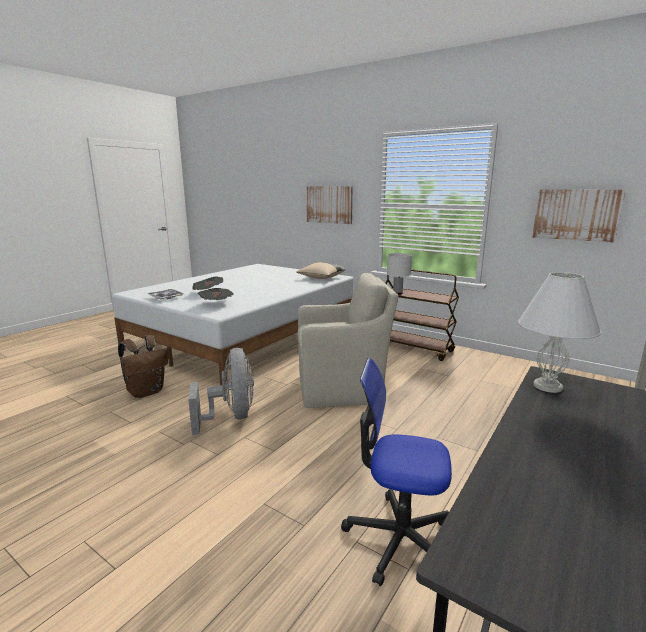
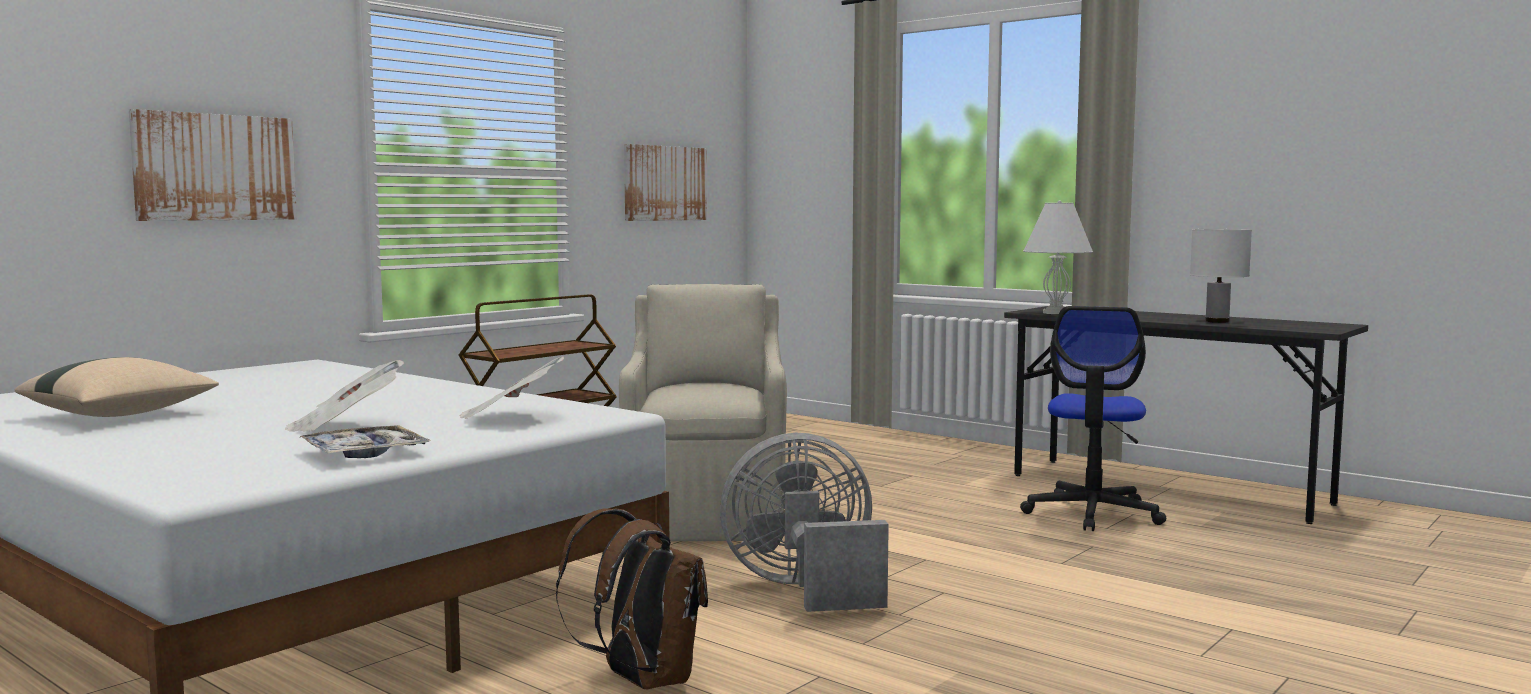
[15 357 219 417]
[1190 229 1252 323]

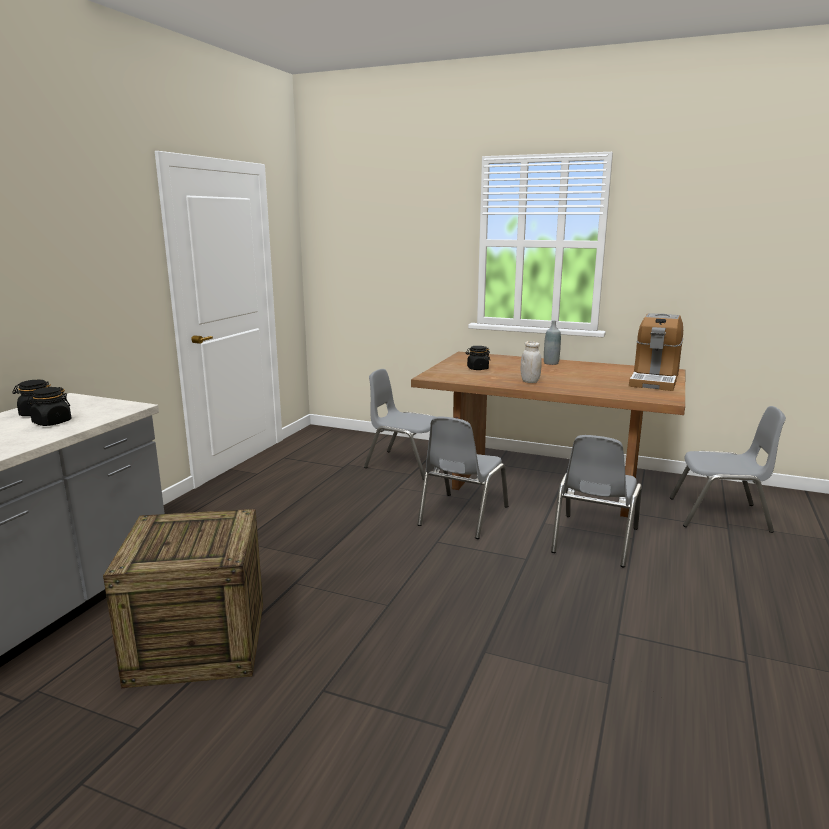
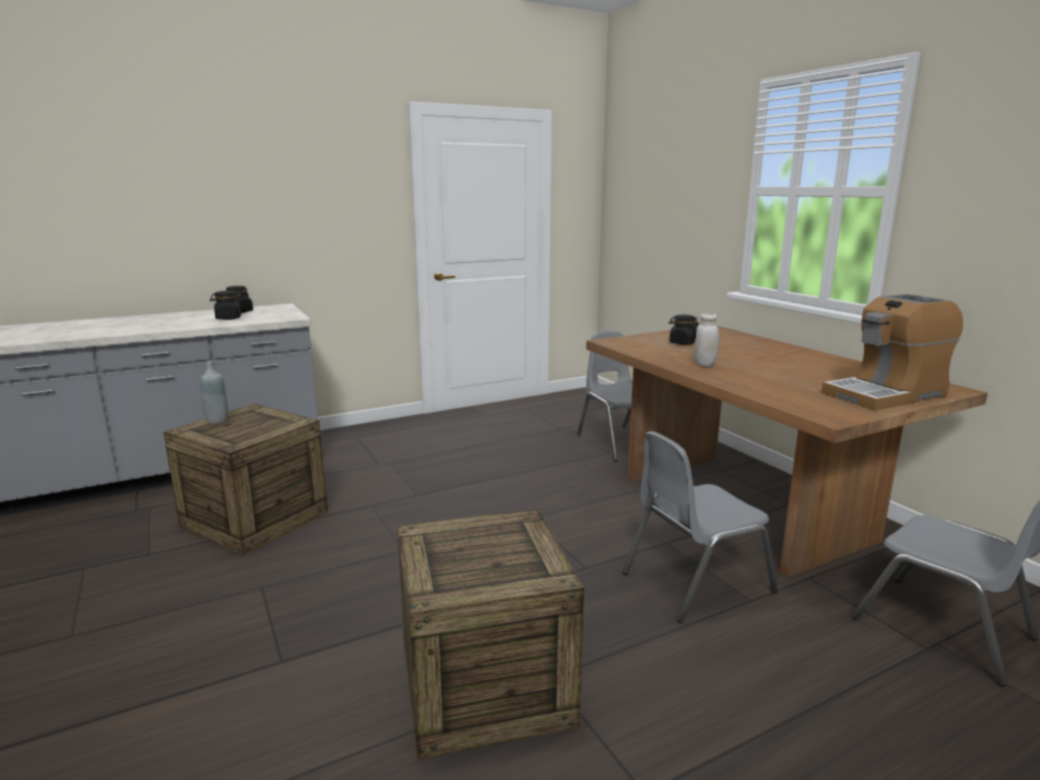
[417 416 508 539] (first image)
[200 361 229 424]
[397 509 584 759]

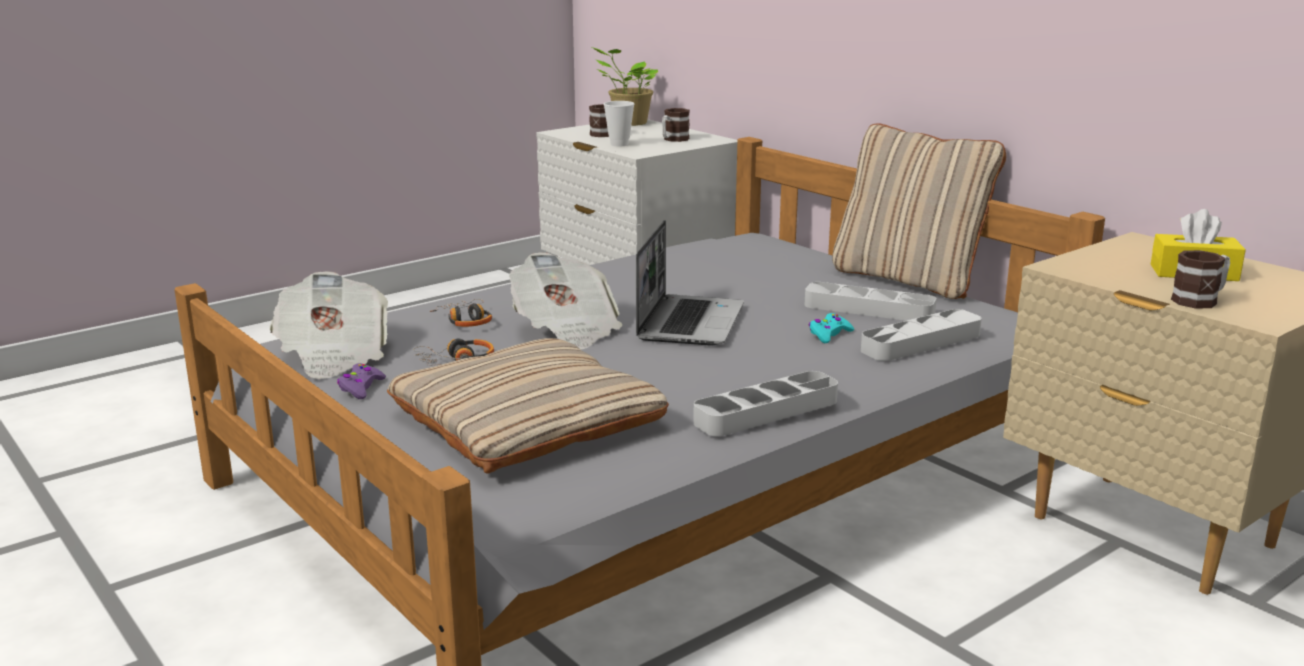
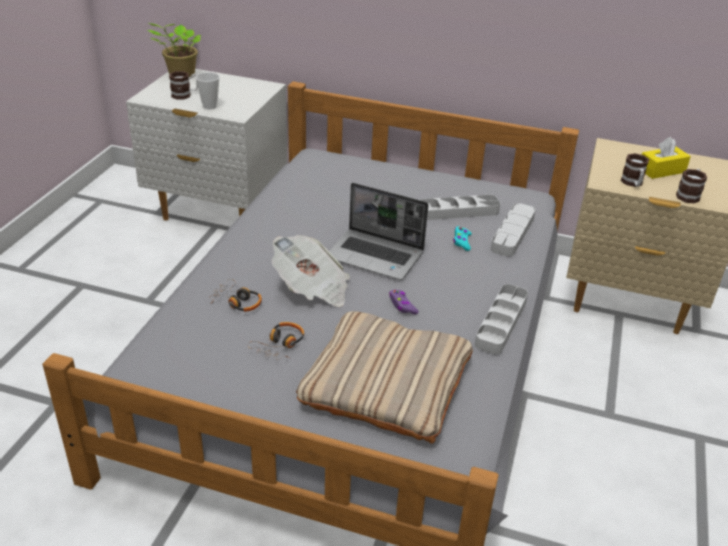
[269 271 388 379] (first image)
[389 290 419 315]
[329 183 428 280]
[620 153 649 187]
[832 123 1006 299] (first image)

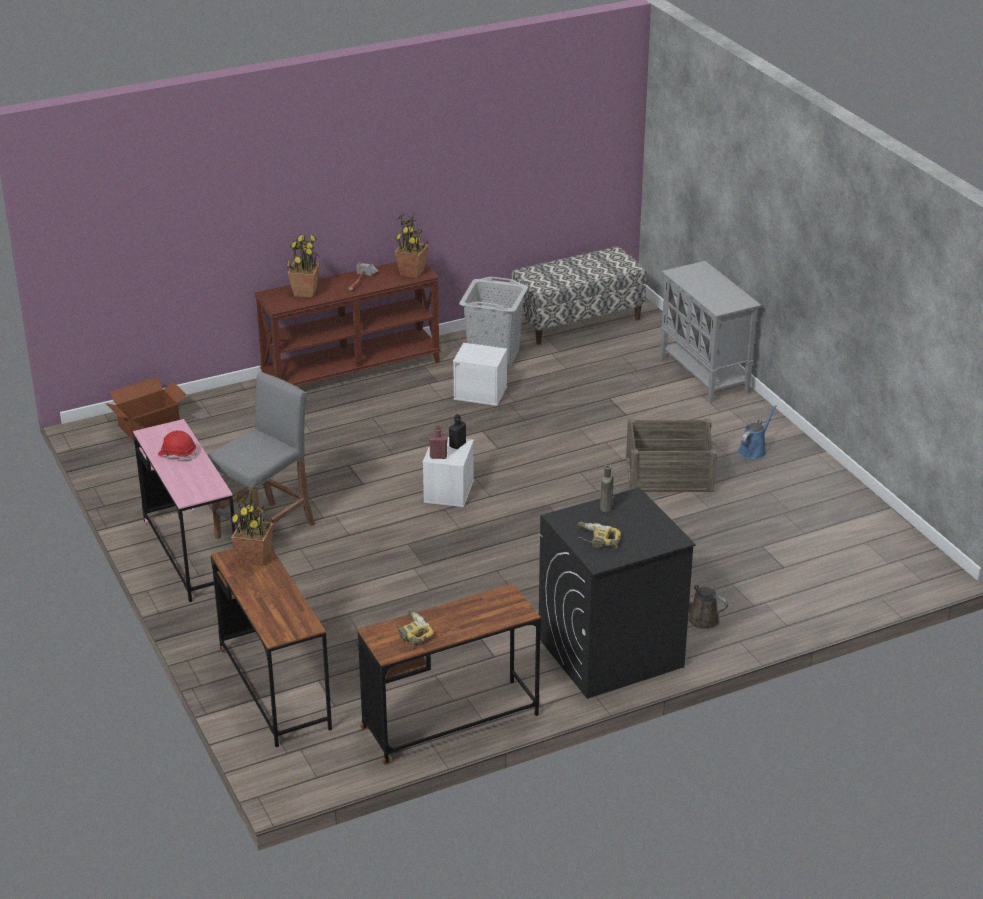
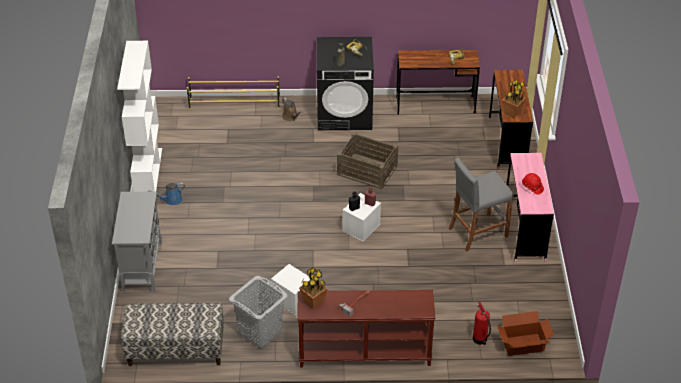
[286 234 320 298] (first image)
[337 132 398 189]
[117 41 162 192]
[187 76 280 109]
[473 301 491 345]

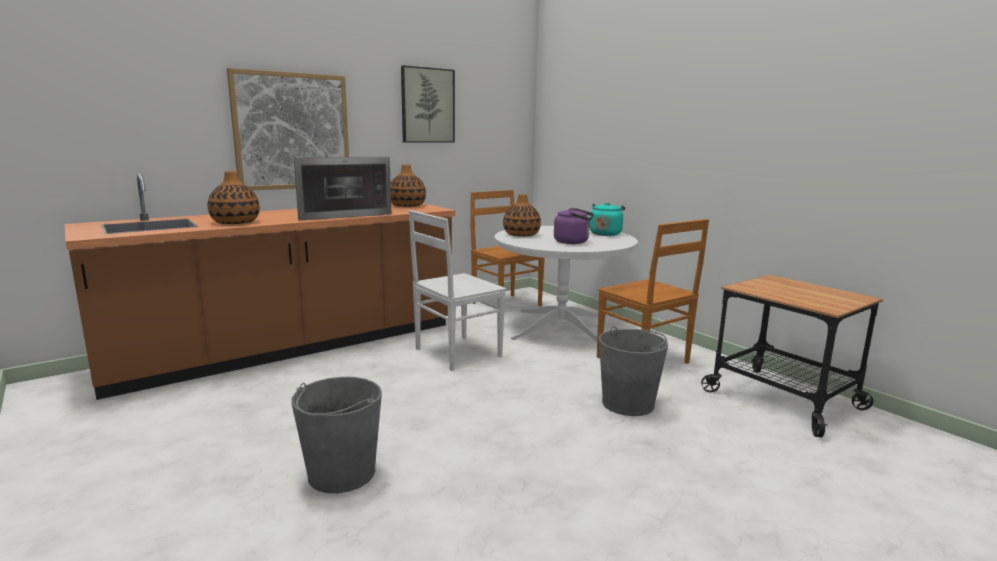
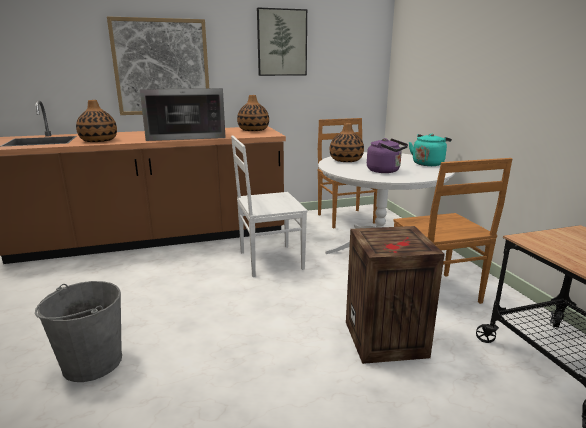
[346 226 444 364]

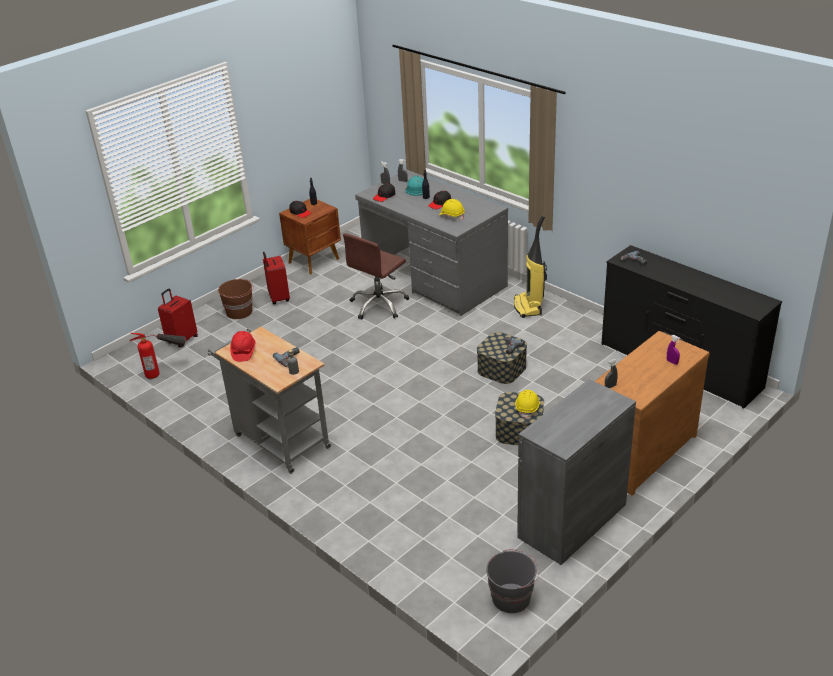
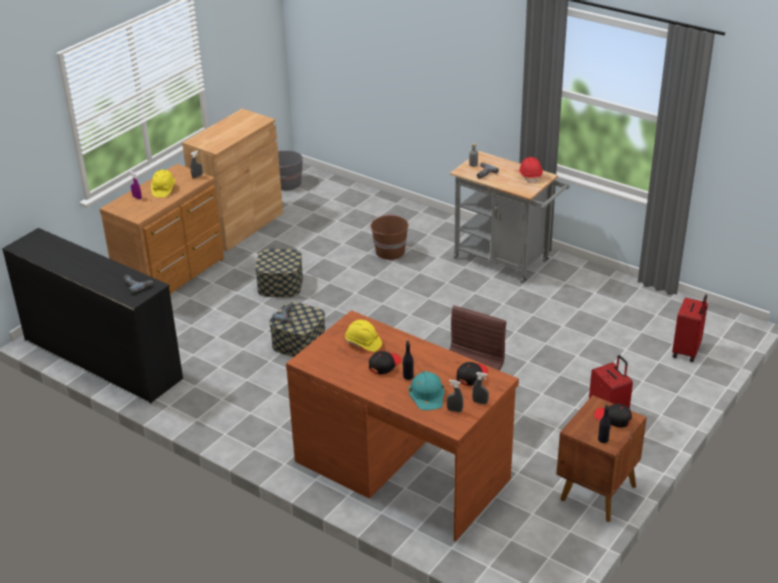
[130 333 186 379] (first image)
[369 215 408 260]
[286 310 519 541]
[514 215 547 318] (first image)
[151 170 175 197]
[182 109 283 251]

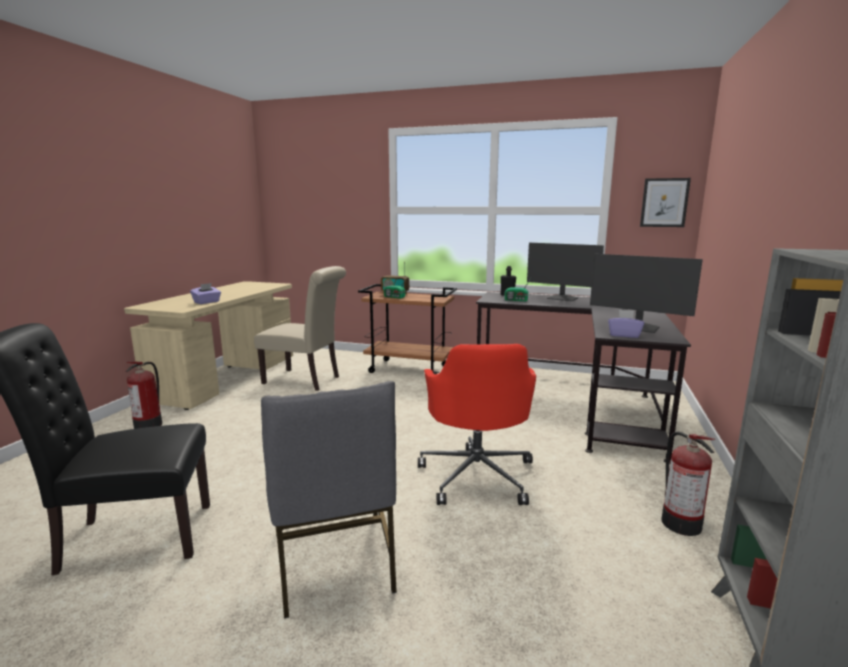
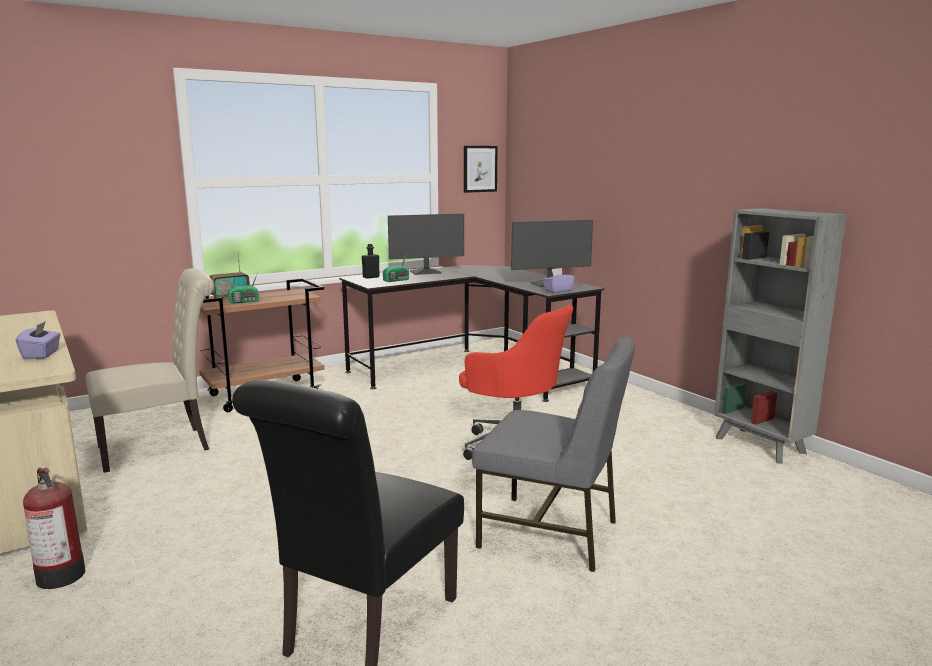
[661 432 715 536] (first image)

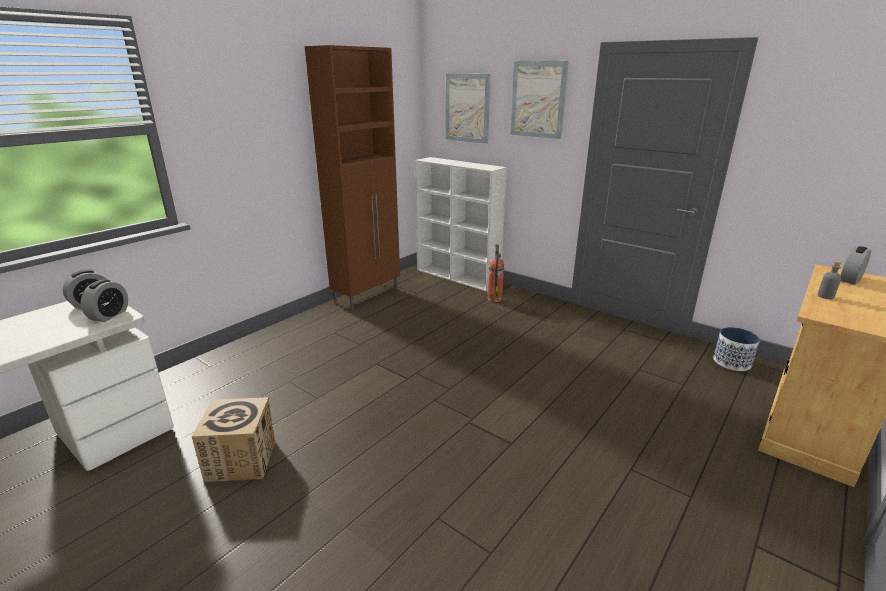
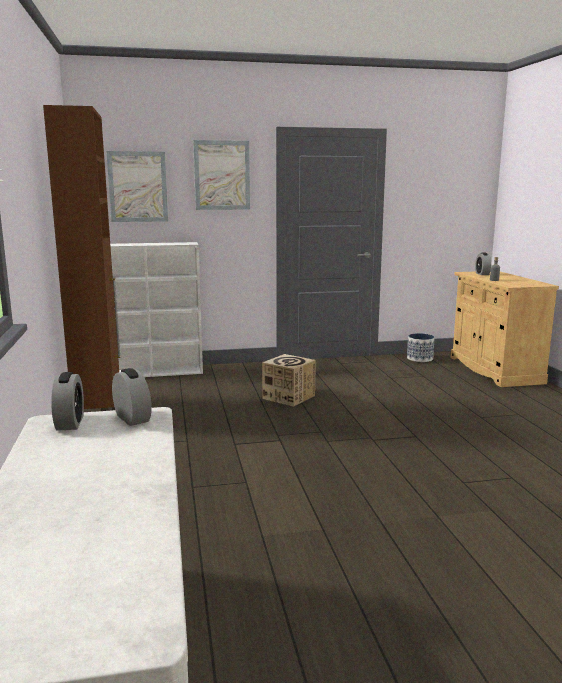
[262 354 316 407]
[488 245 504 302] (first image)

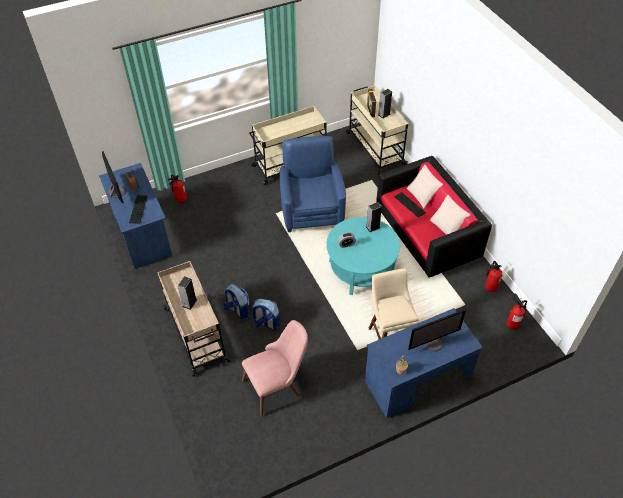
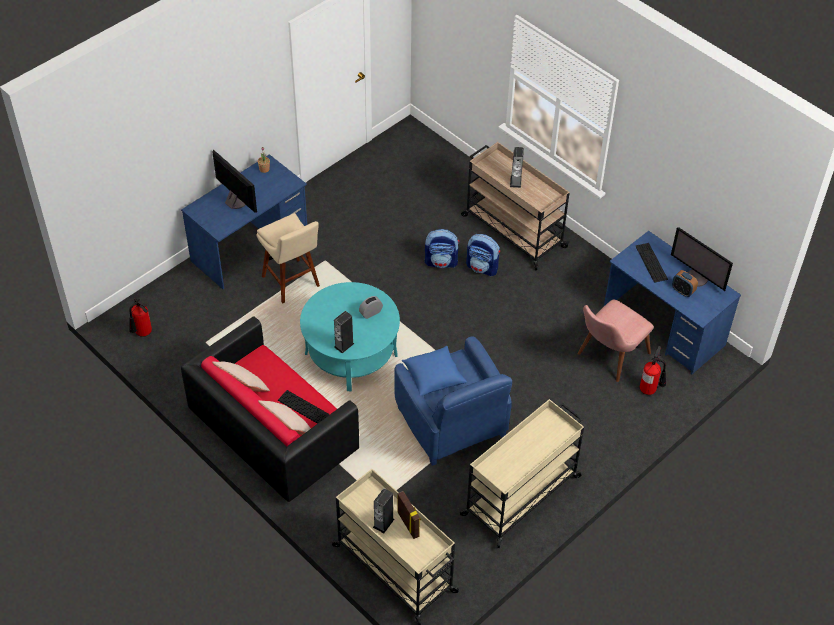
[577 299 654 382]
[213 150 257 213]
[485 261 502 292] (first image)
[402 346 467 396]

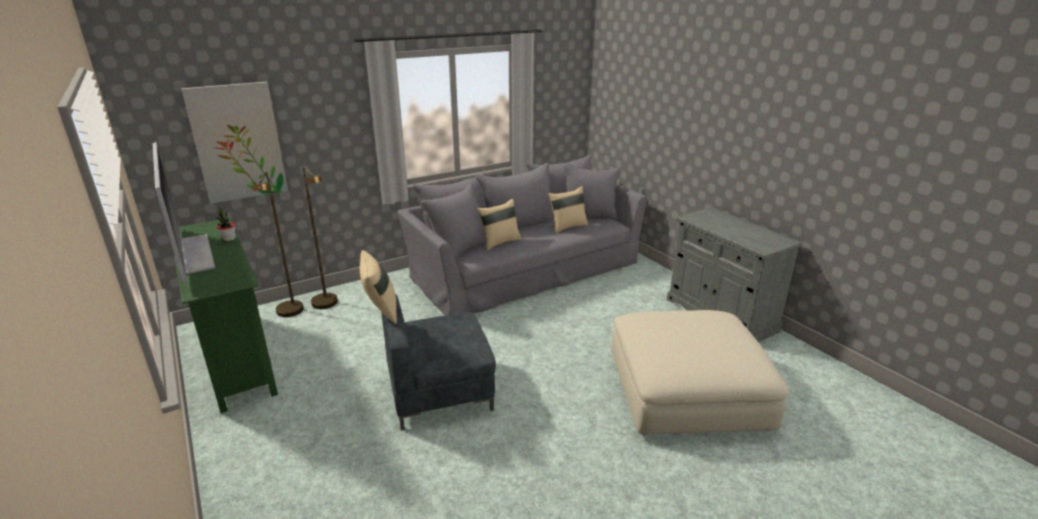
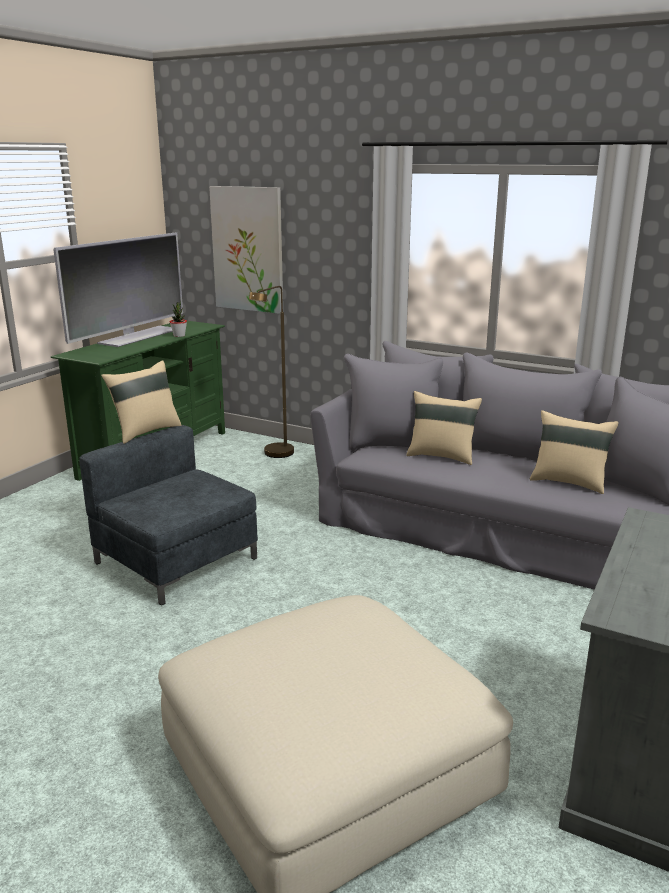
[252 172 304 317] (first image)

